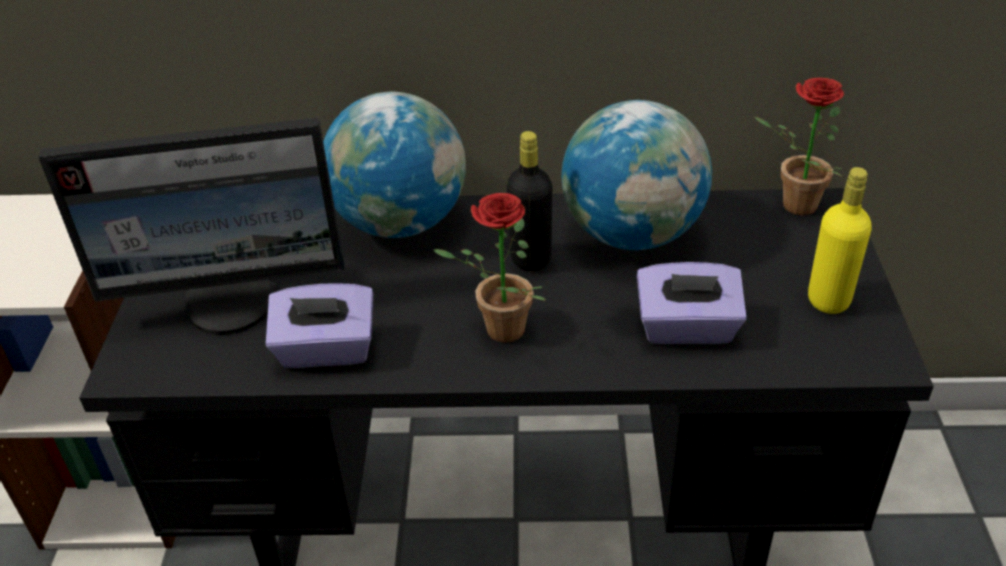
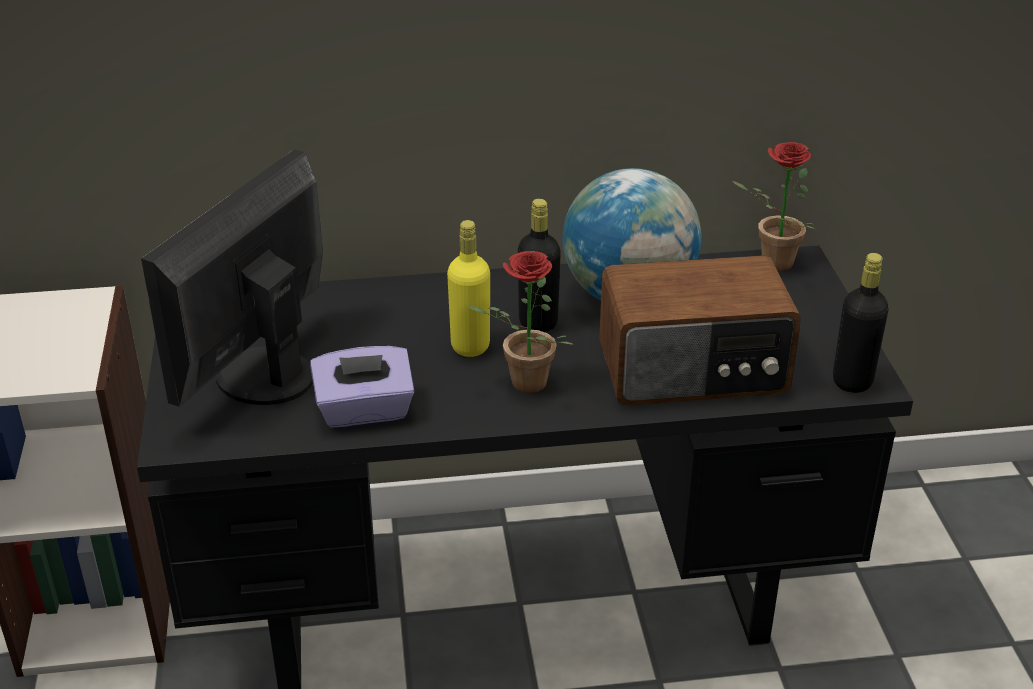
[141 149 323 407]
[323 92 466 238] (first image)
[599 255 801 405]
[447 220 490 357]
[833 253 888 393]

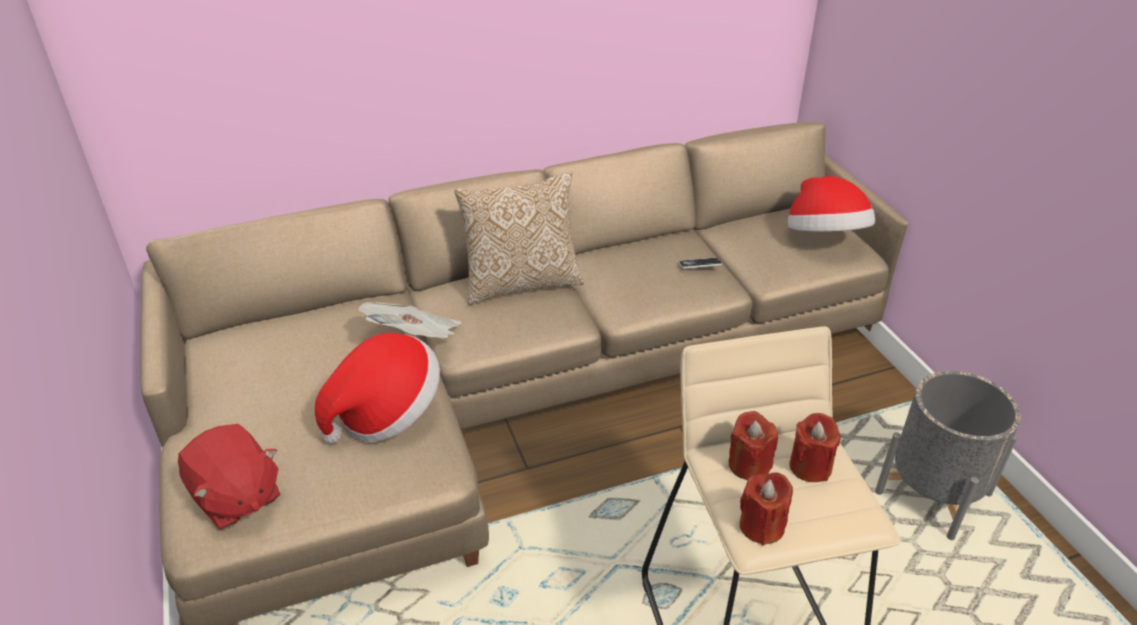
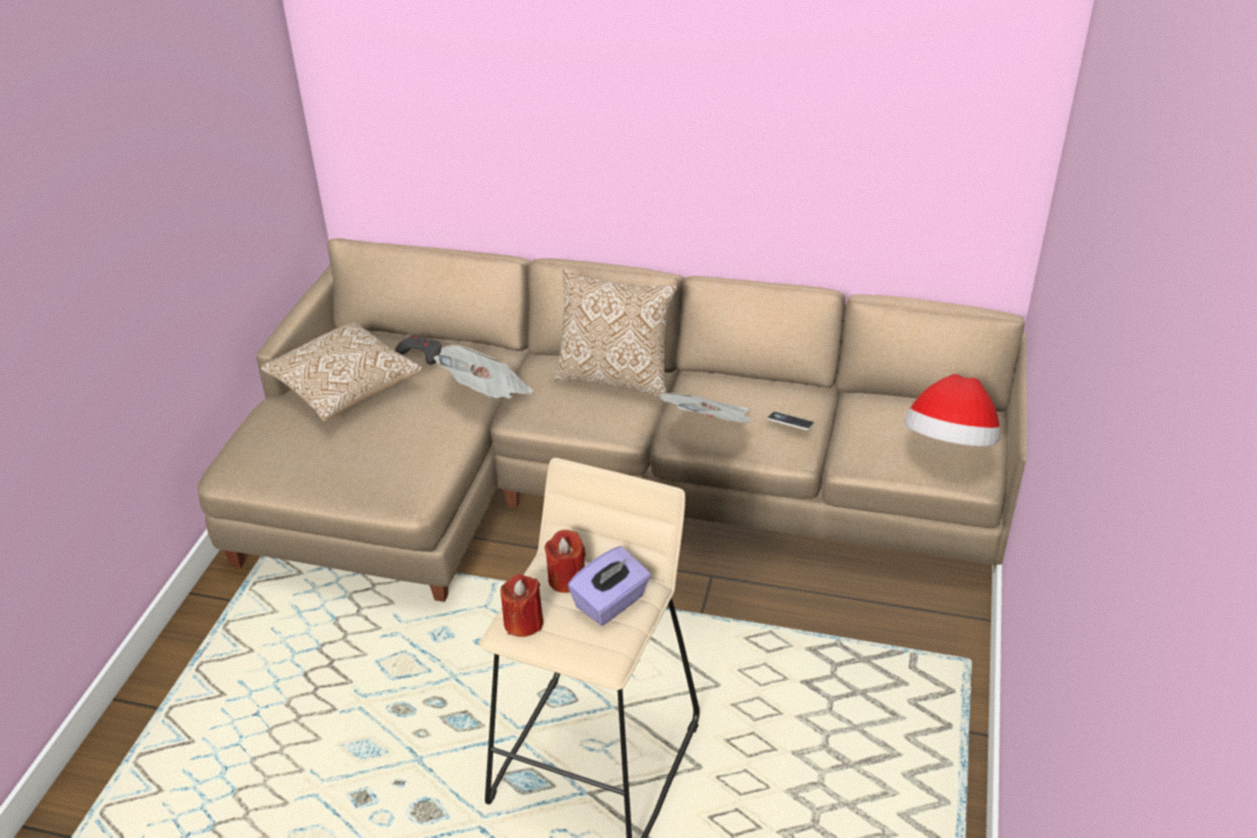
[178 424 280 530] (first image)
[315 333 440 443] (first image)
[568 546 651 625]
[875 371 1021 540] (first image)
[260 321 423 421]
[395 334 442 365]
[661 393 752 424]

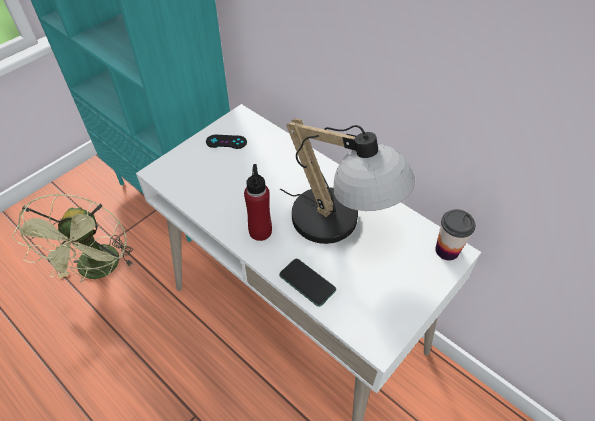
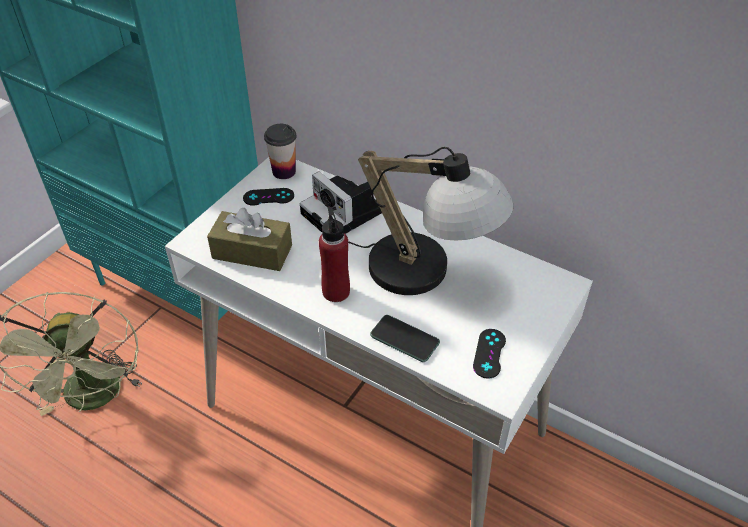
[264 124 297 179]
[207 208 292 271]
[300 171 382 234]
[473 329 506 379]

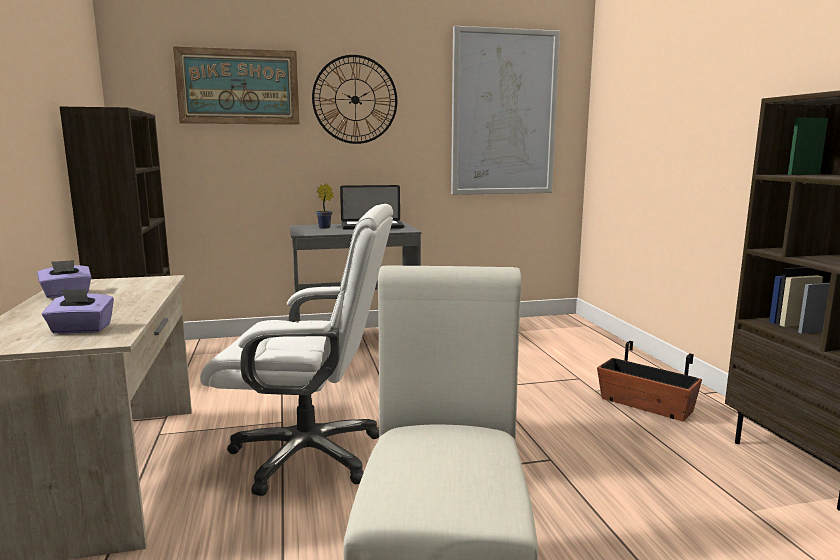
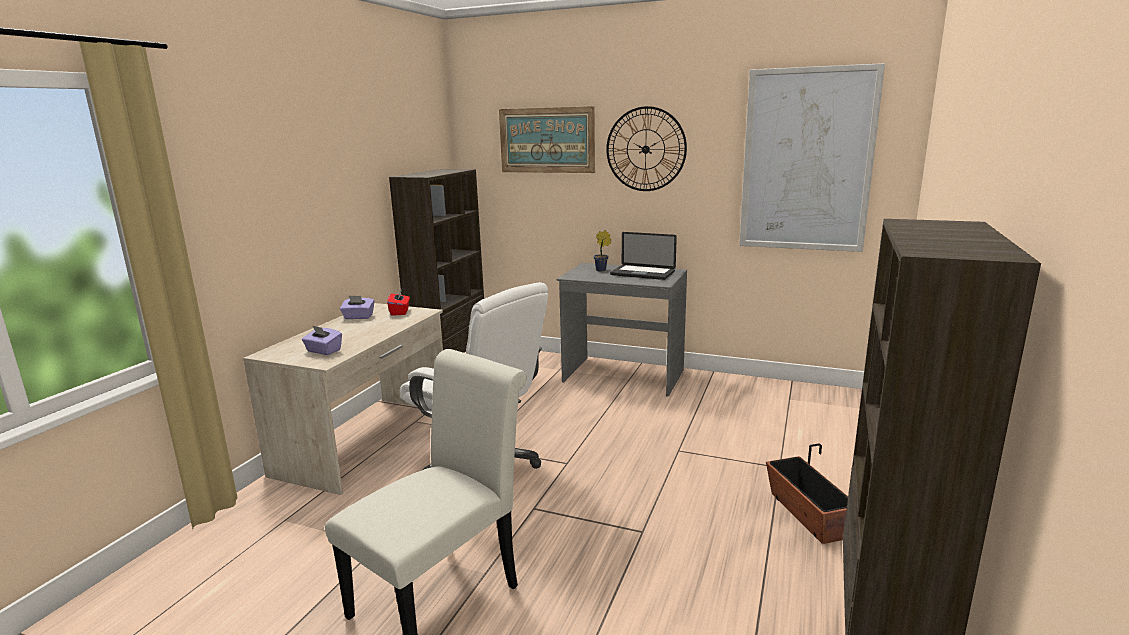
[387 289 410 316]

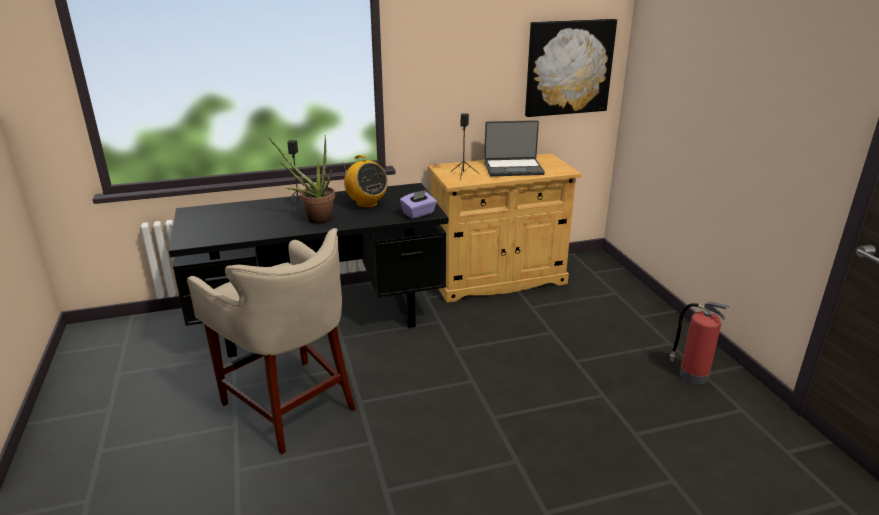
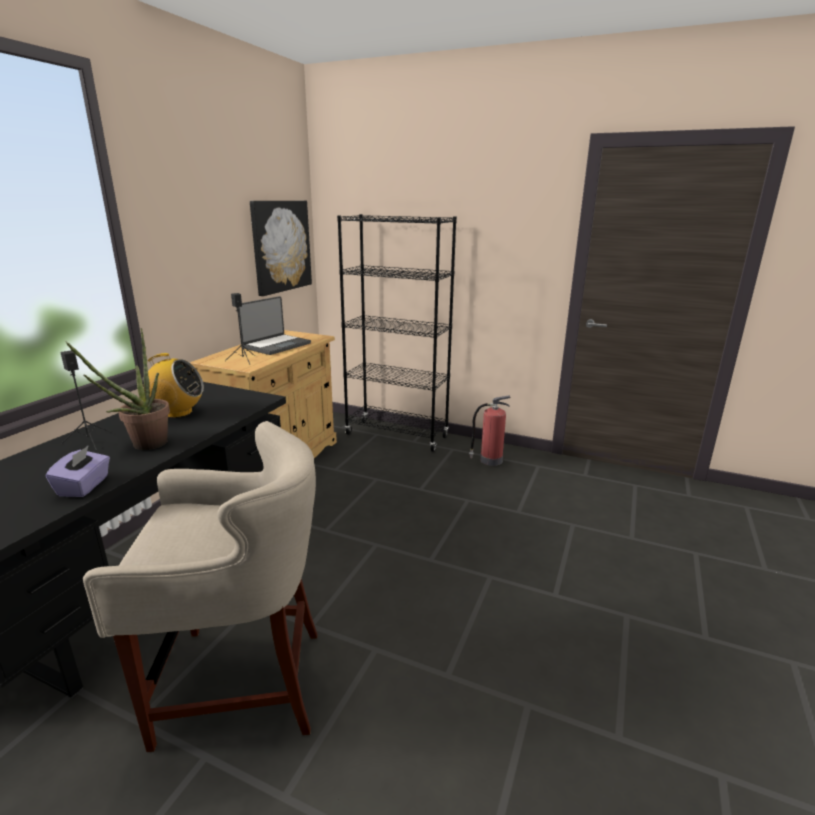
[46 445 110 497]
[337 214 457 452]

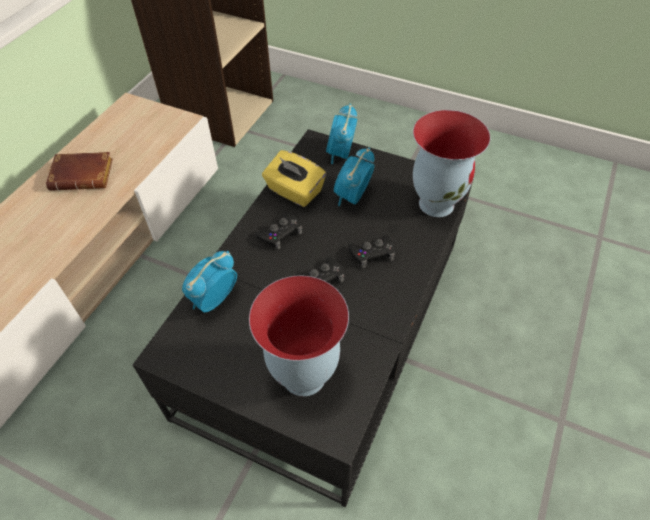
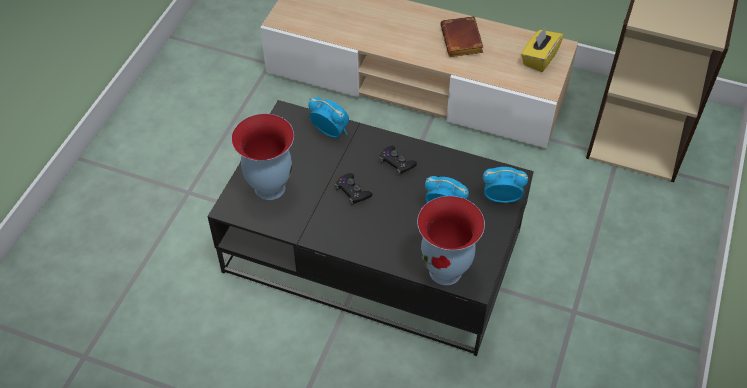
[521 28 564 72]
[348 235 395 268] (first image)

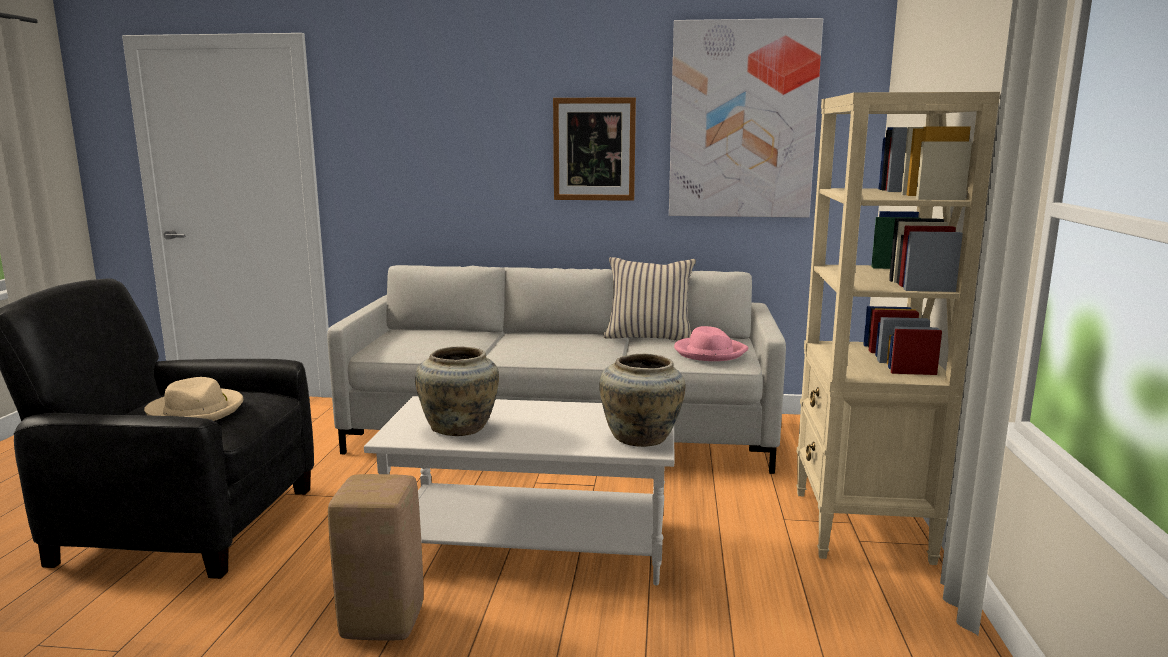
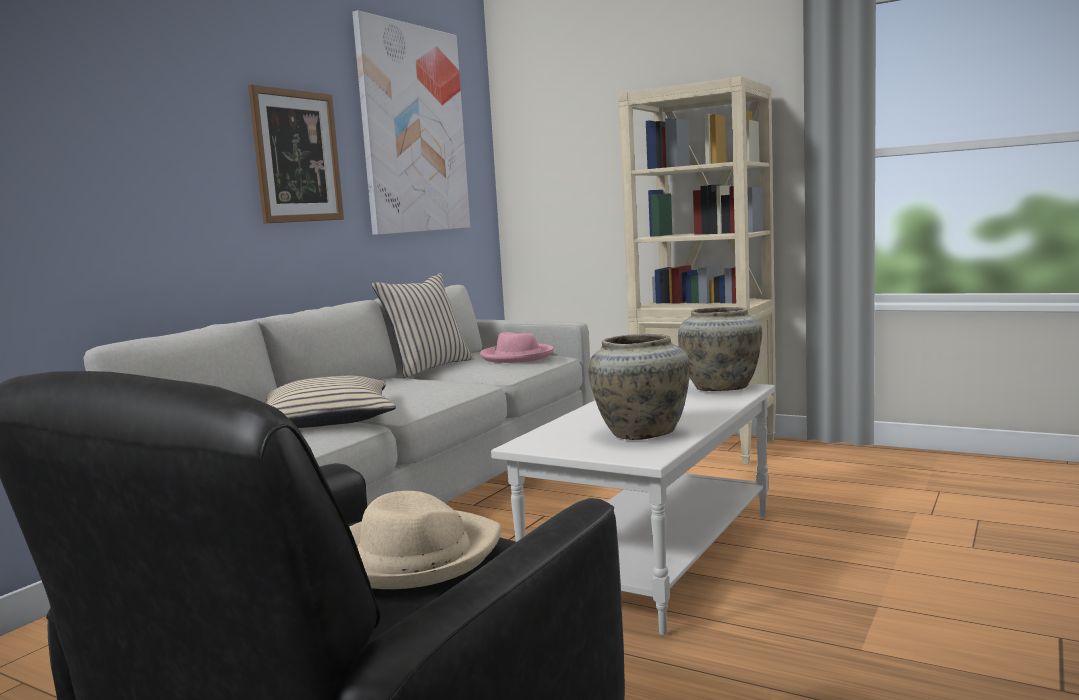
[328 474 424 640] (first image)
[266 376 396 428]

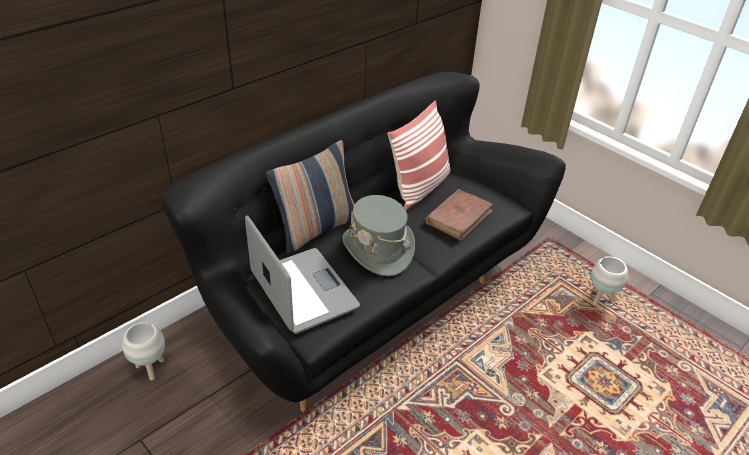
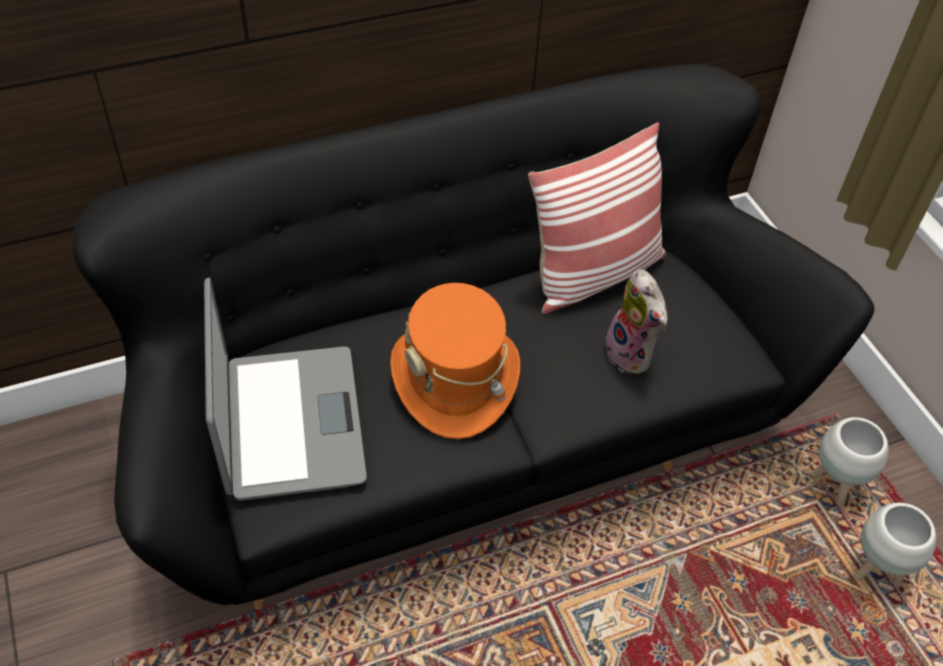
[811 417 889 506]
[266 140 355 254] (first image)
[390 283 520 439]
[603 269 668 374]

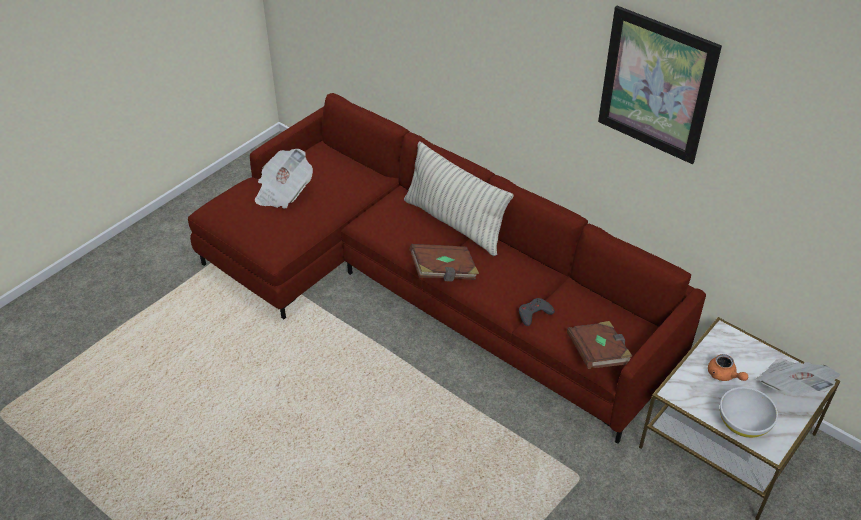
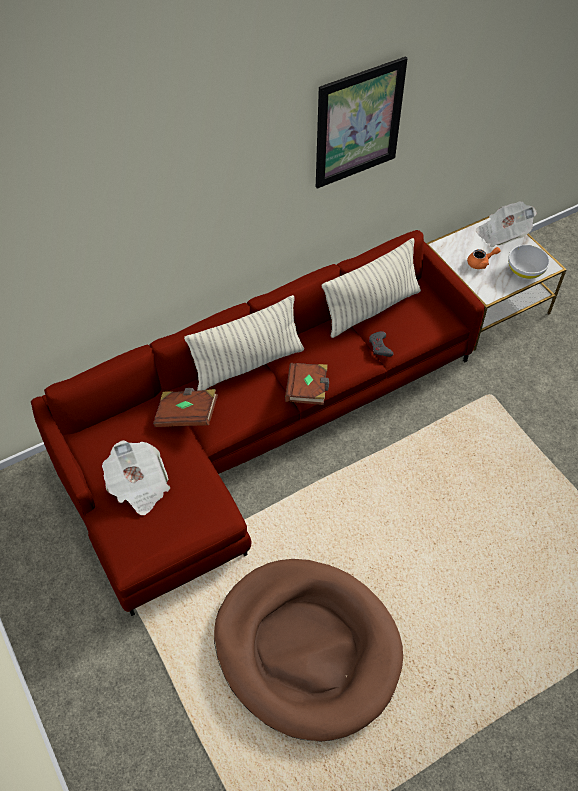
[153 388 218 427]
[214 559 403 741]
[322 238 421 338]

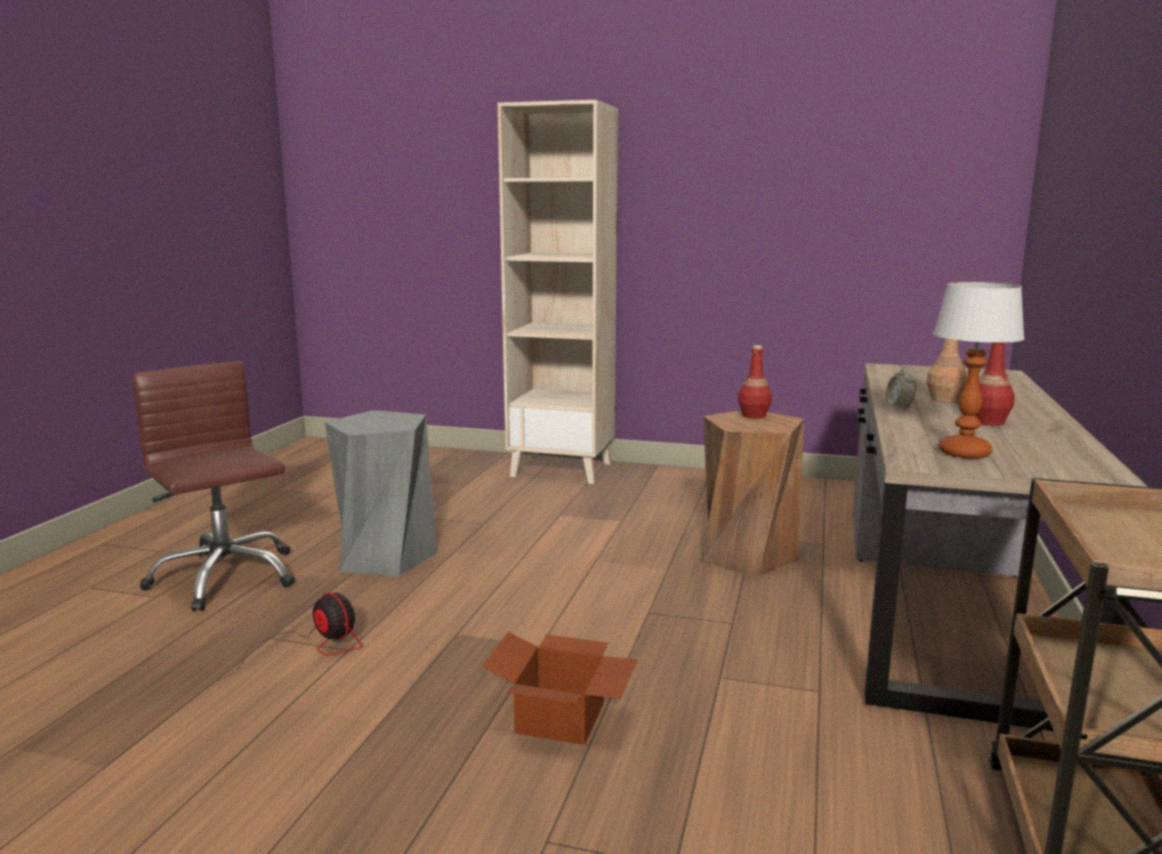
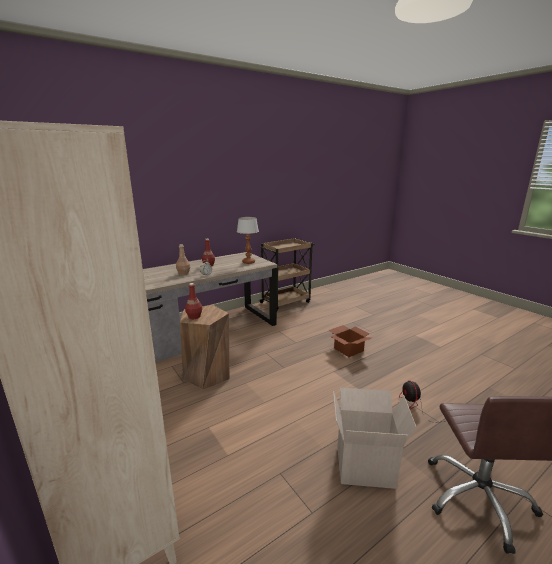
[333 388 416 489]

